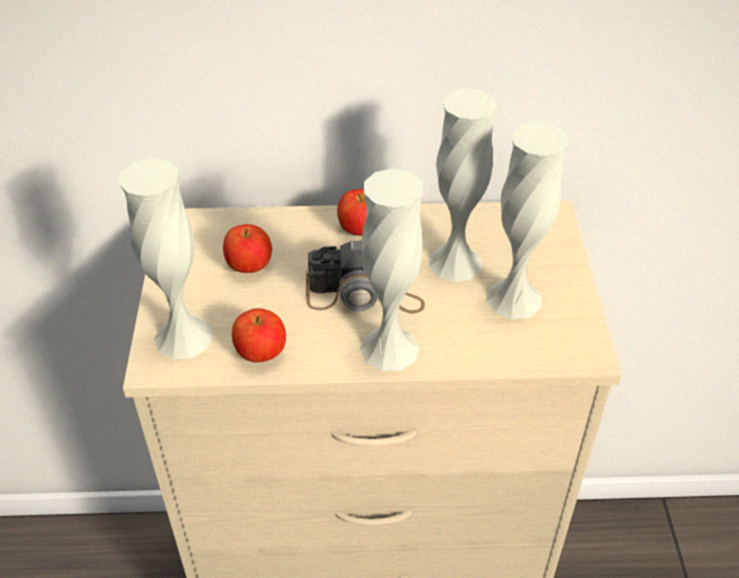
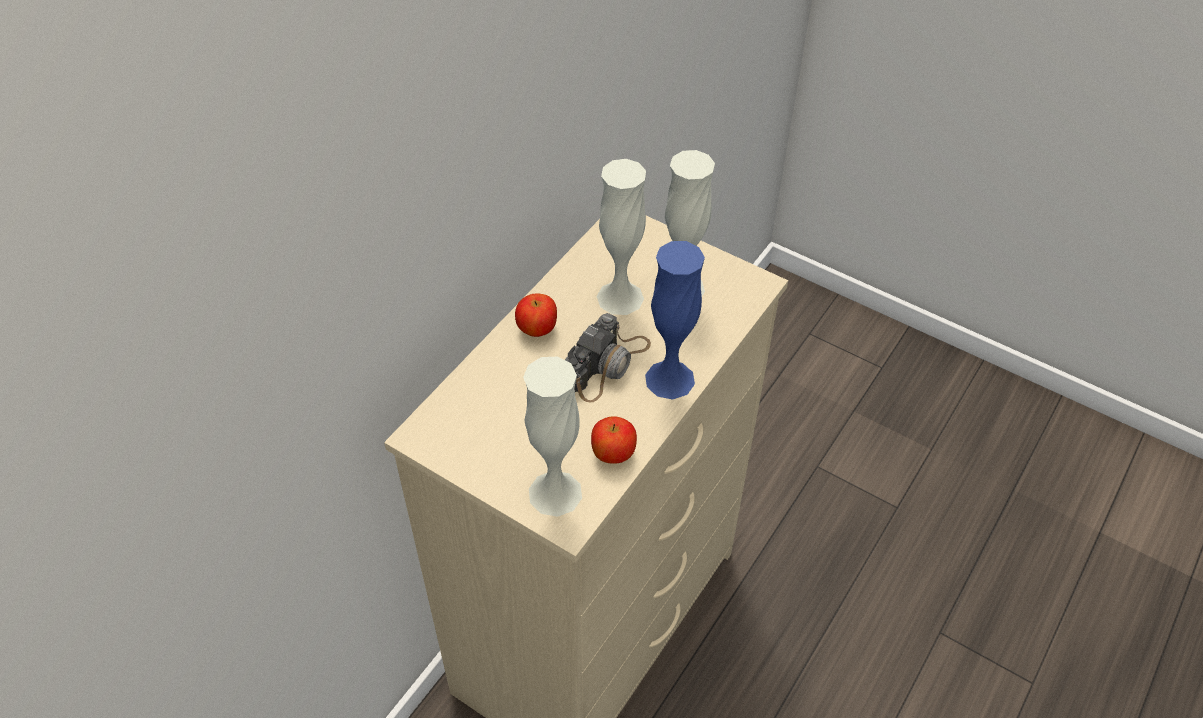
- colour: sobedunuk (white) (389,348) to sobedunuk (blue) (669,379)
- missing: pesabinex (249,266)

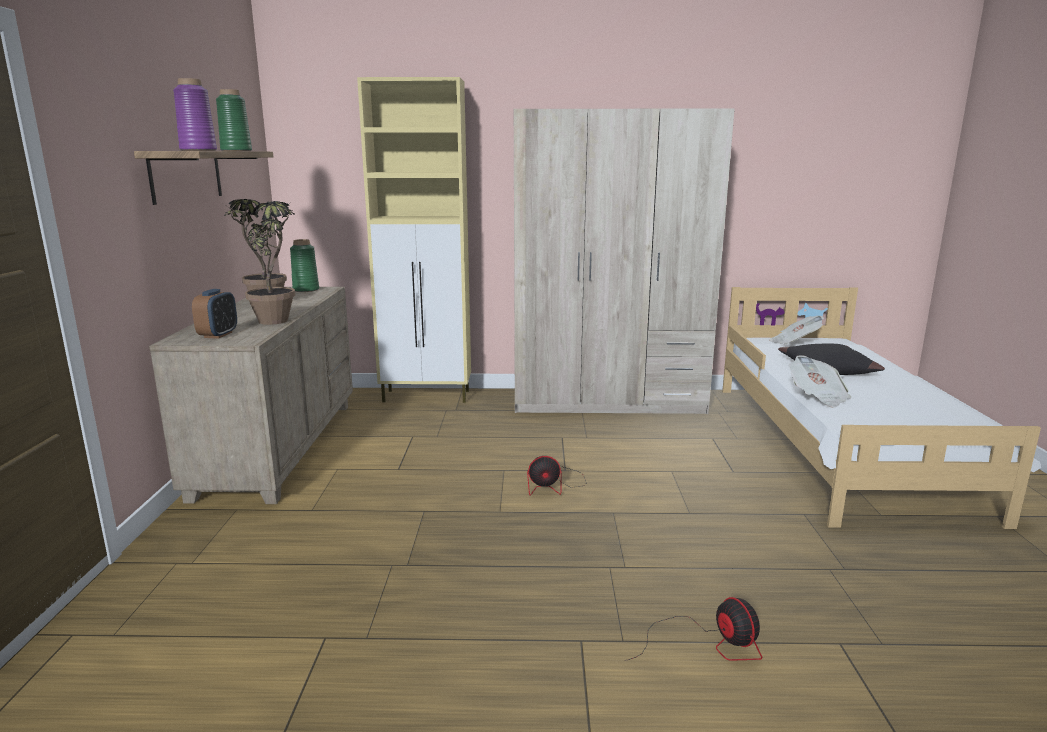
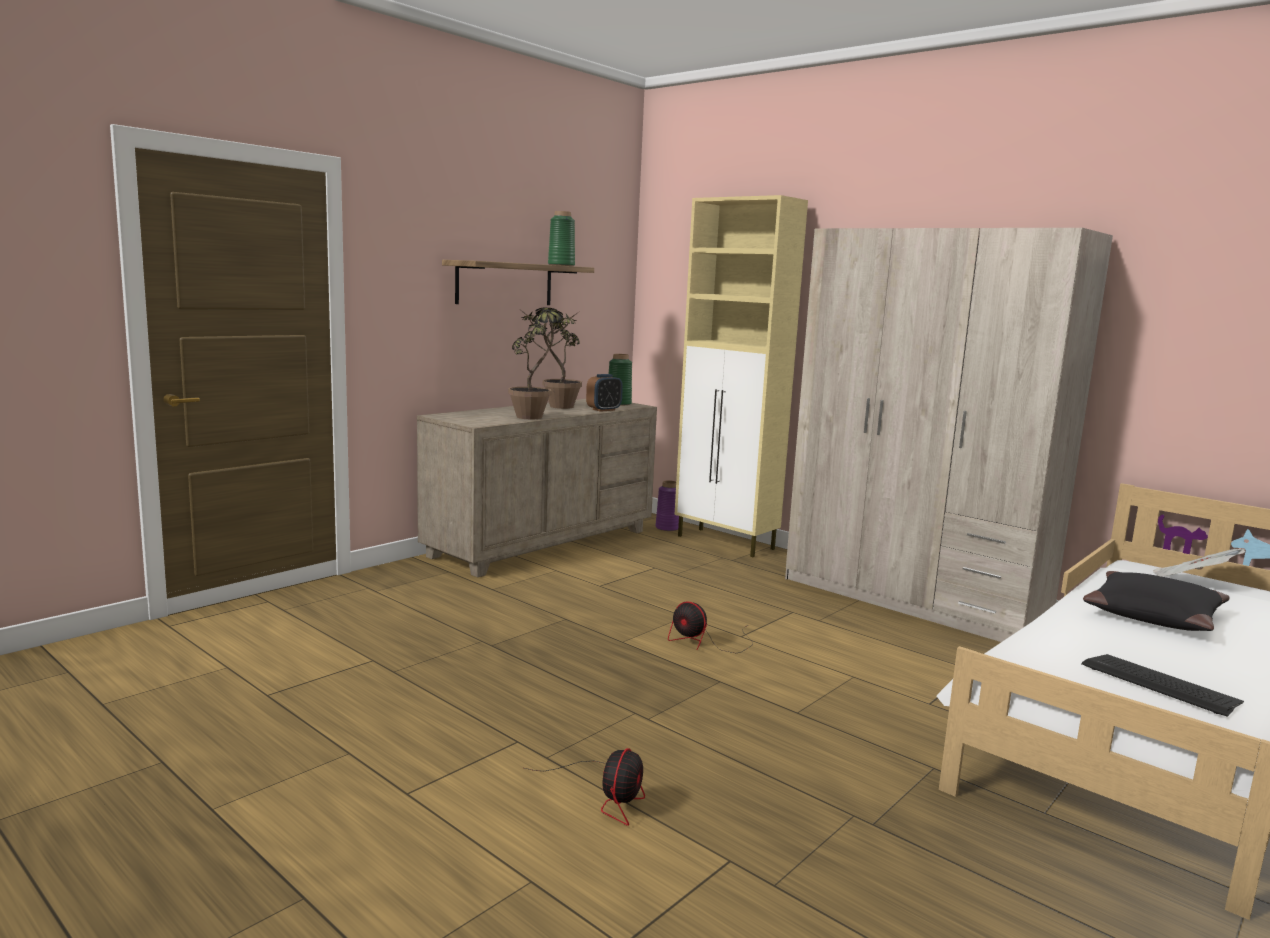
- relocated: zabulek (218,335) to (604,410)
- relocated: sobedunuk (purple) (198,150) to (667,528)
- appeared: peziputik (1160,685)
- missing: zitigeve (817,397)

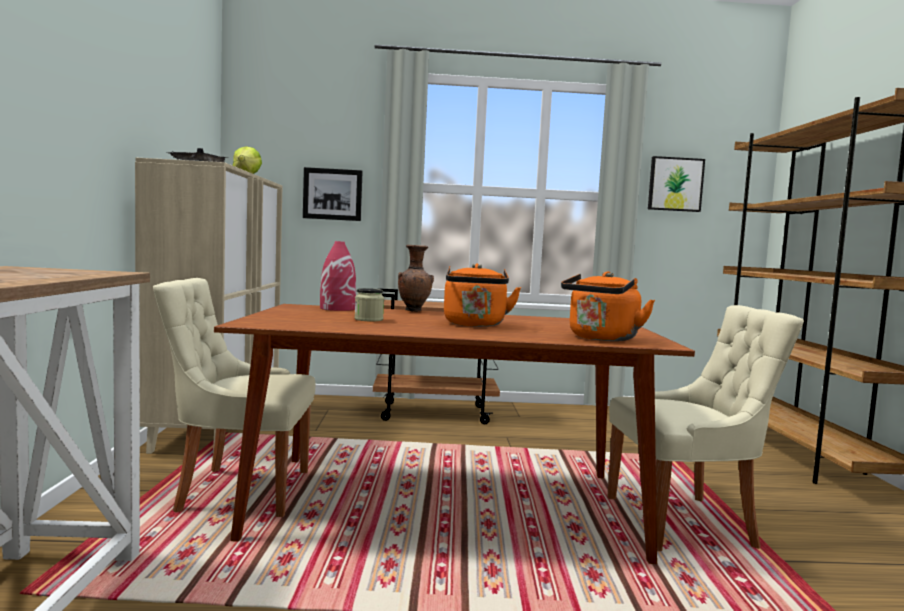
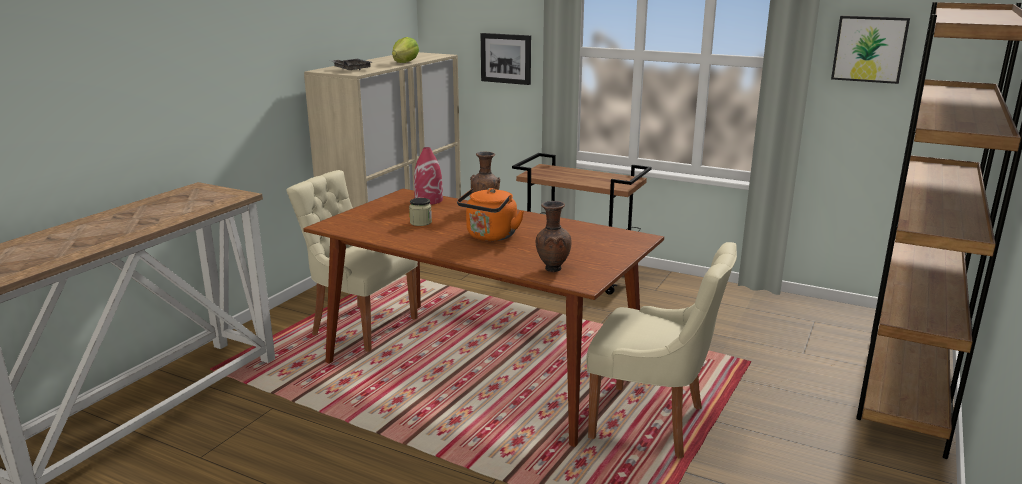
- exchanged: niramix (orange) (601,338) to sobedunuk (brown) (552,269)

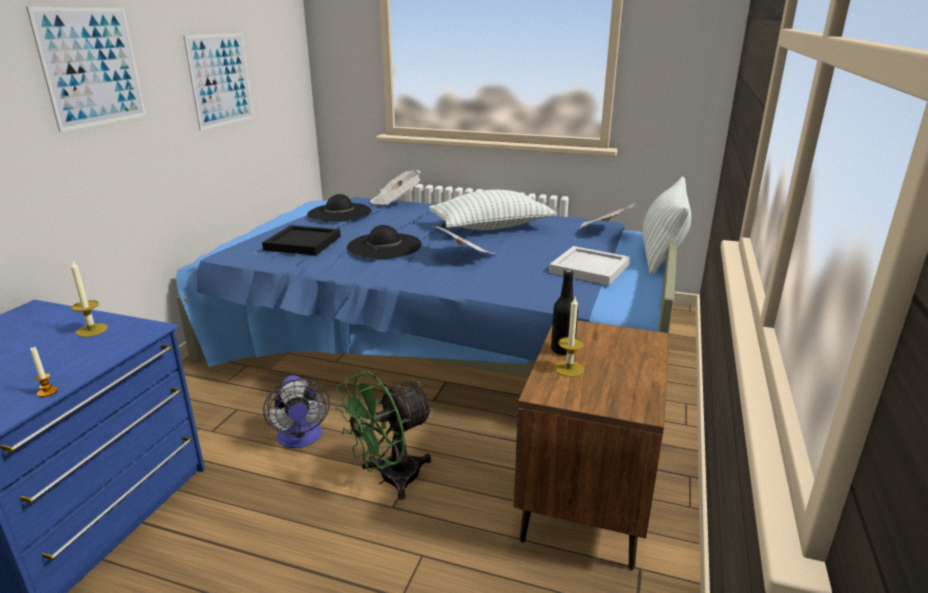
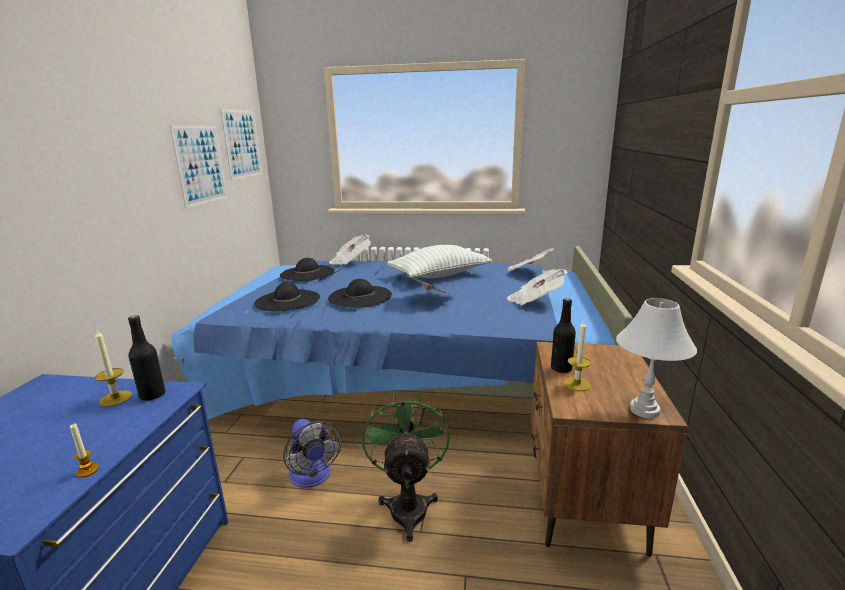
- appeared: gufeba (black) (152,395)
- relocated: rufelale (92,67) to (242,144)
- exchanged: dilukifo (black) (303,243) to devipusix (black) (287,300)
- spun: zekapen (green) (390,479) = (408,504) 135 degrees clockwise
- exchanged: dilukifo (white) (588,268) to zitigeve (535,301)
- appeared: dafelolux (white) (644,410)
- missing: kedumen (662,253)

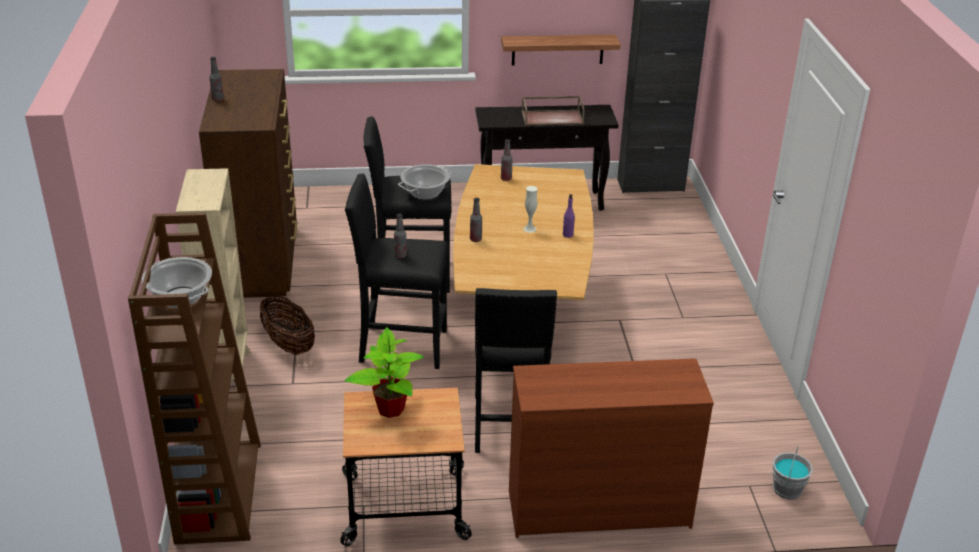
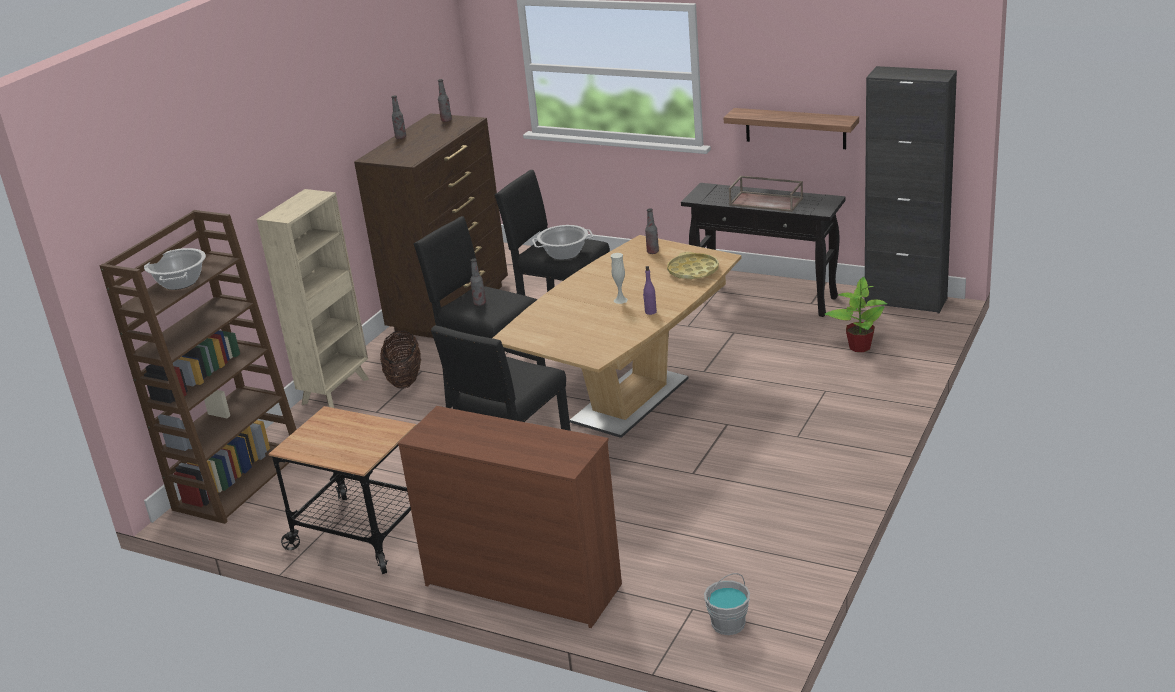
- relocated: gufeba (475,239) to (446,120)
- appeared: dilukifo (yellow) (693,271)
- relocated: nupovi (390,408) to (859,347)

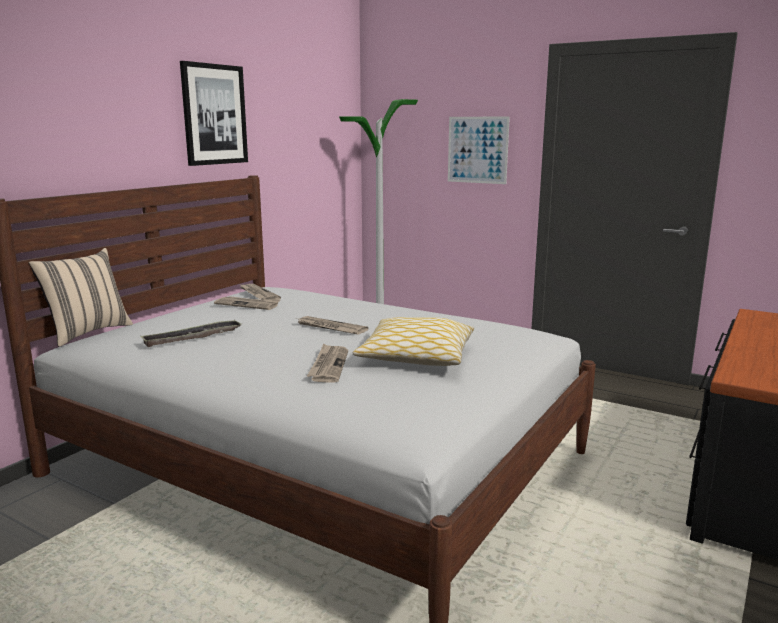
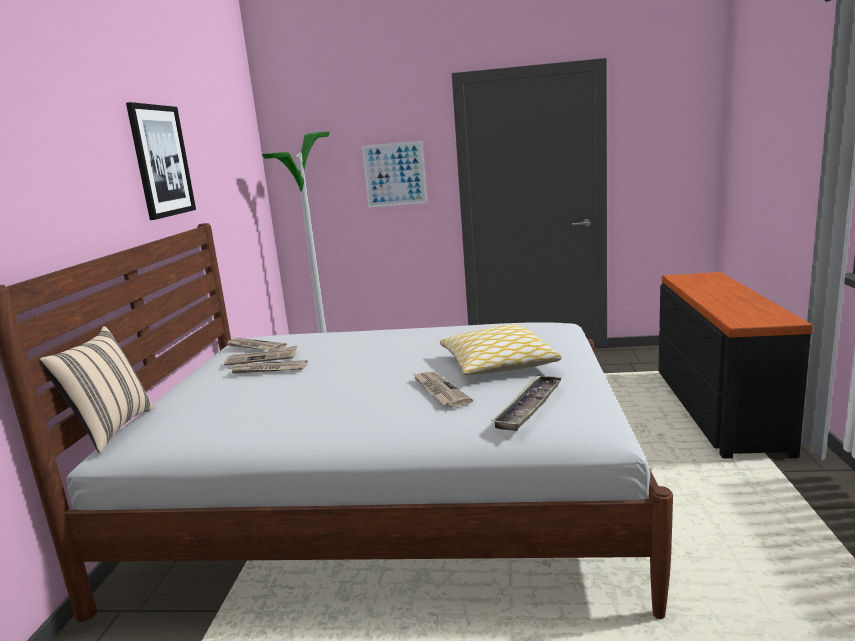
- relocated: zitigeve (330,327) to (268,369)
- relocated: dilukifo (192,338) to (529,407)

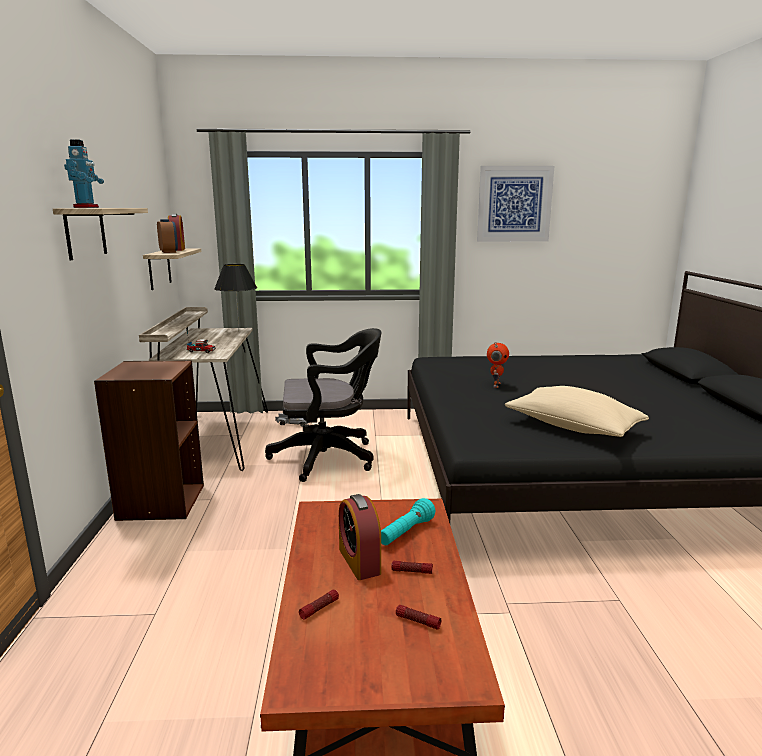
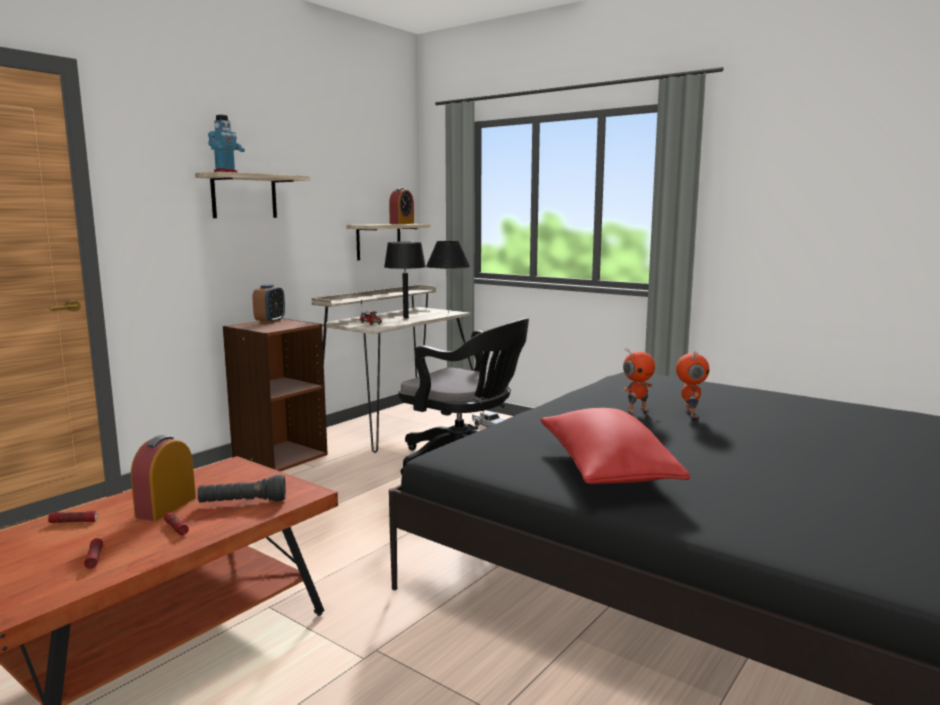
- colour: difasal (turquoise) (406,533) to difasal (black) (243,503)
- relocated: zabulek (169,252) to (270,321)
- appeared: dafelolux (black) (406,318)
- colour: kedumen (beige) (572,428) to kedumen (red) (605,470)
- appeared: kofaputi (689,414)
- missing: rufelale (514,204)

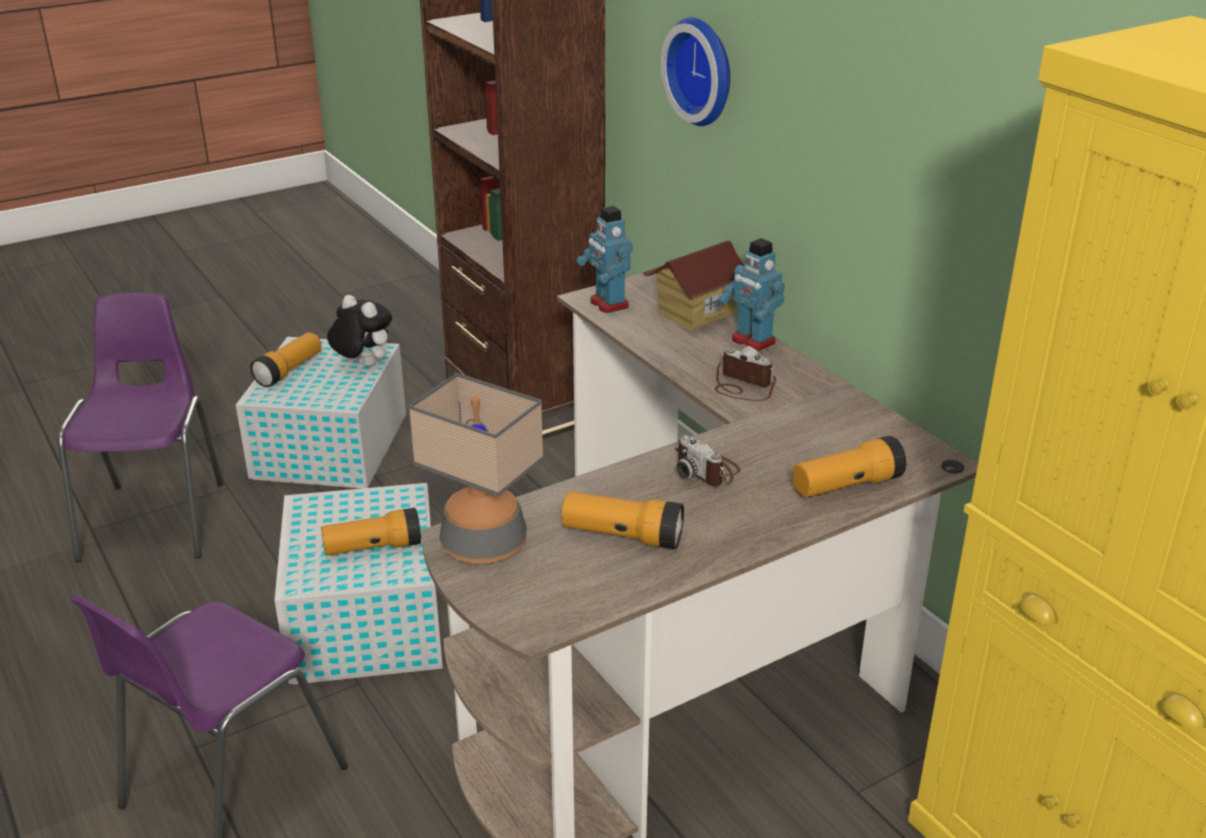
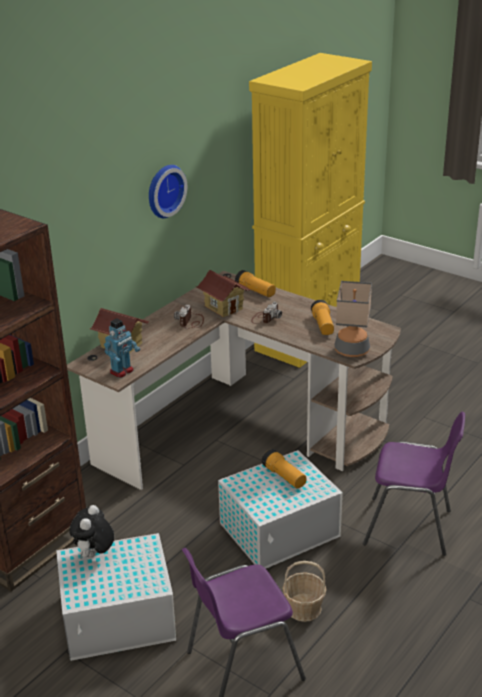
- relocated: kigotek (703,70) to (163,190)
- appeared: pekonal (223,307)
- appeared: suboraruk (303,608)
- missing: difasal (289,371)
- missing: kofaputi (752,341)

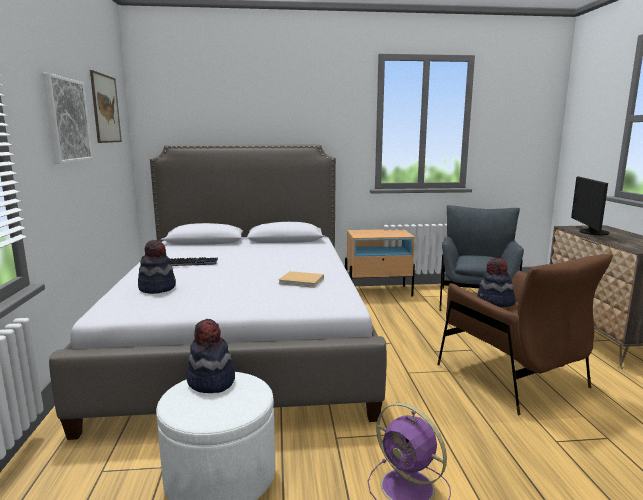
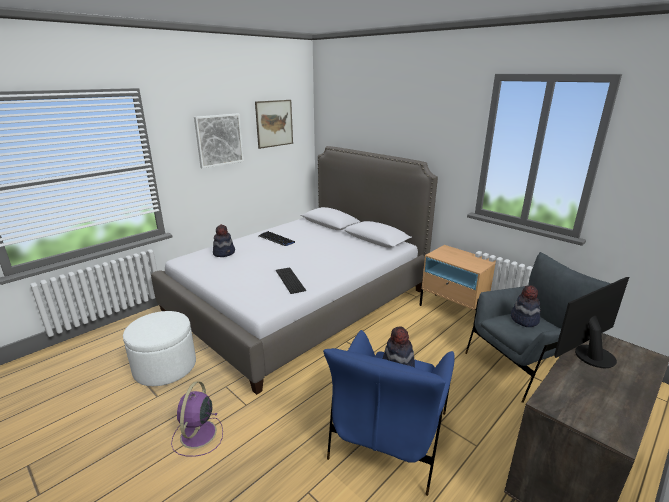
- exchanged: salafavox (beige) (302,281) to peziputik (290,280)
- colour: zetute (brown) (511,377) to zetute (blue) (389,436)
- relocated: devipusix (211,382) to (524,319)

